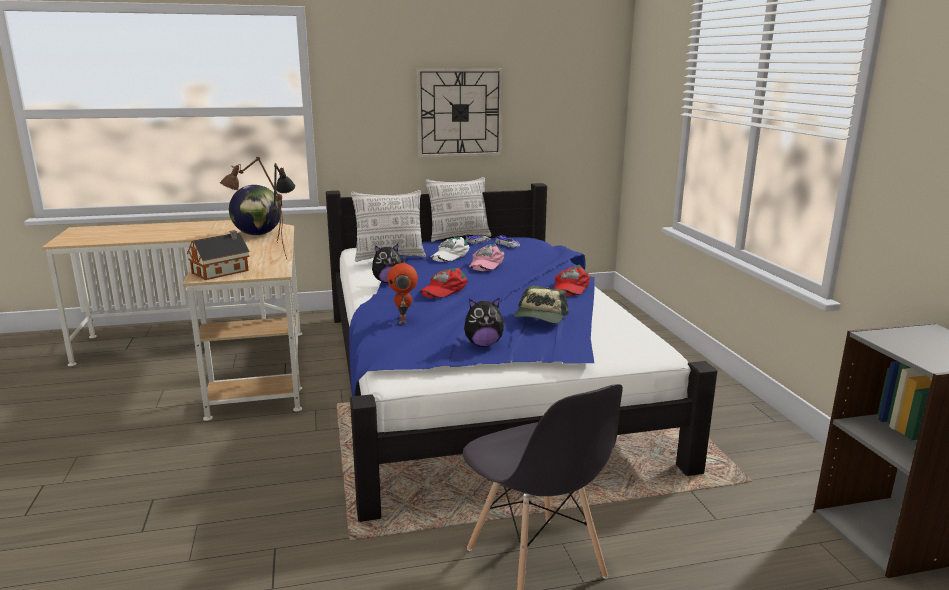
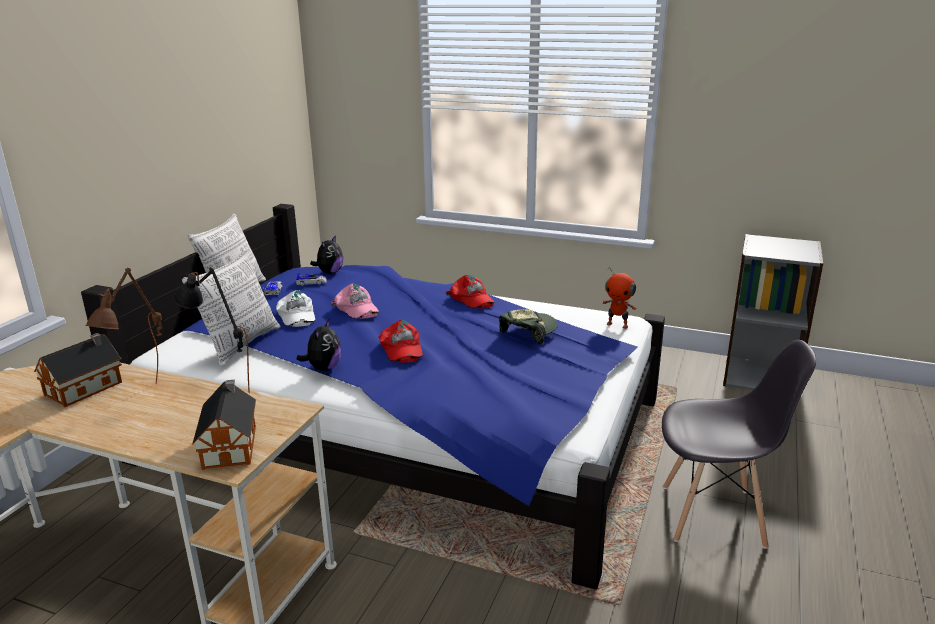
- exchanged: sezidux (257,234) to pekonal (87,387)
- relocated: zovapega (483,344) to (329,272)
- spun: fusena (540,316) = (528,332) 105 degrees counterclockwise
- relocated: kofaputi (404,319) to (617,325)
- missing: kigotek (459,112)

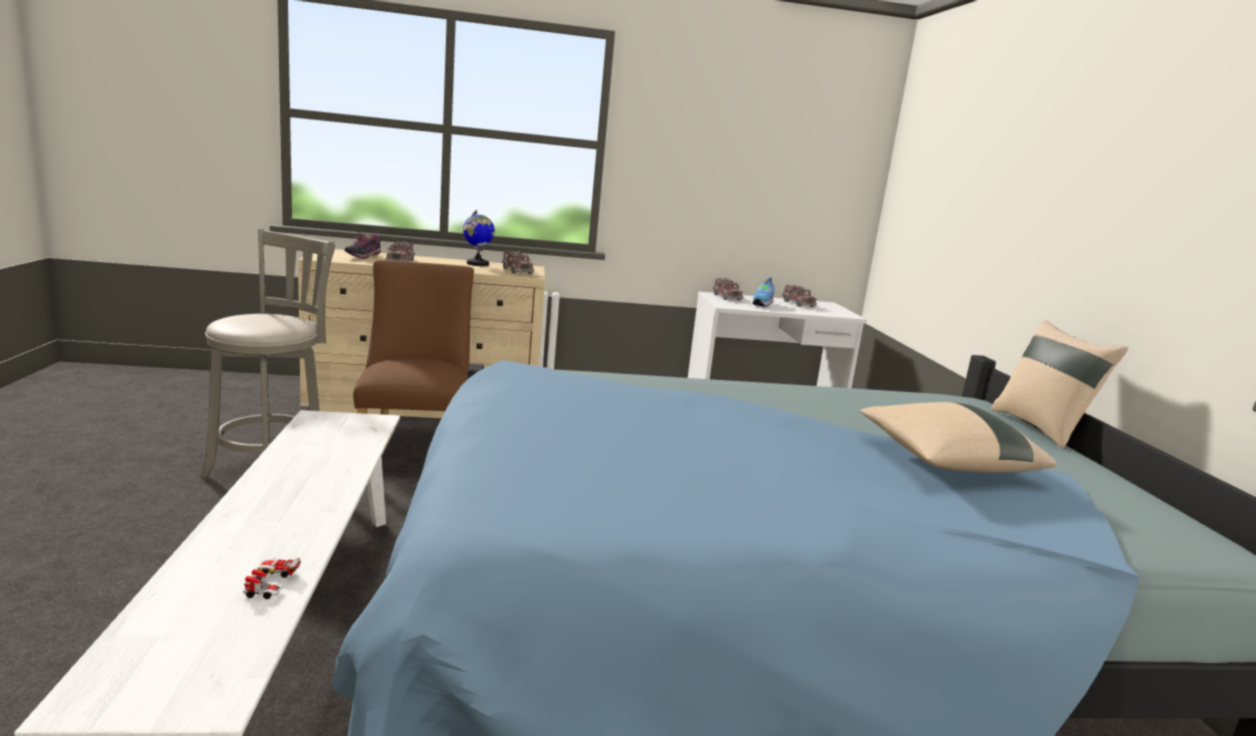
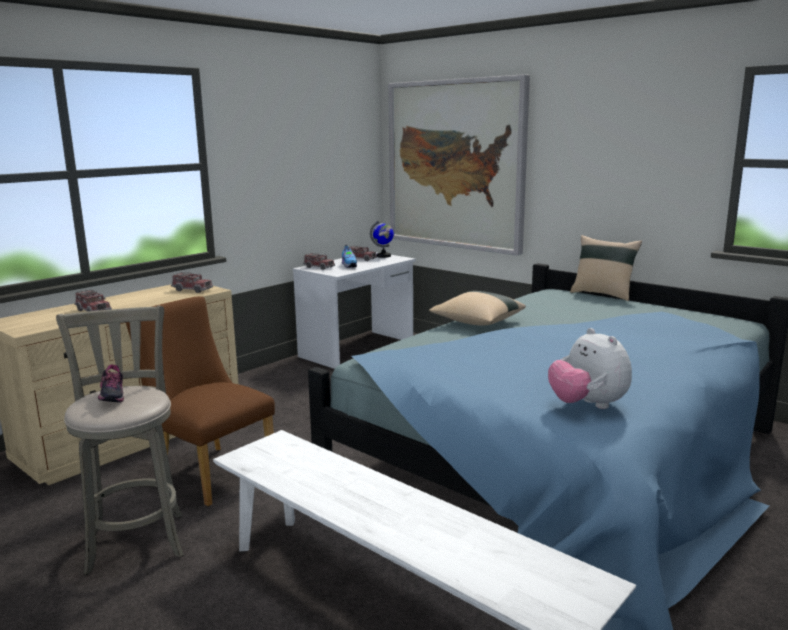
- relocated: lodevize (363,257) to (111,398)
- relocated: sezidux (477,264) to (383,256)
- appeared: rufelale (455,165)
- relocated: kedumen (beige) (945,462) to (477,322)
- appeared: zovapega (587,405)
- missing: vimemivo (270,583)

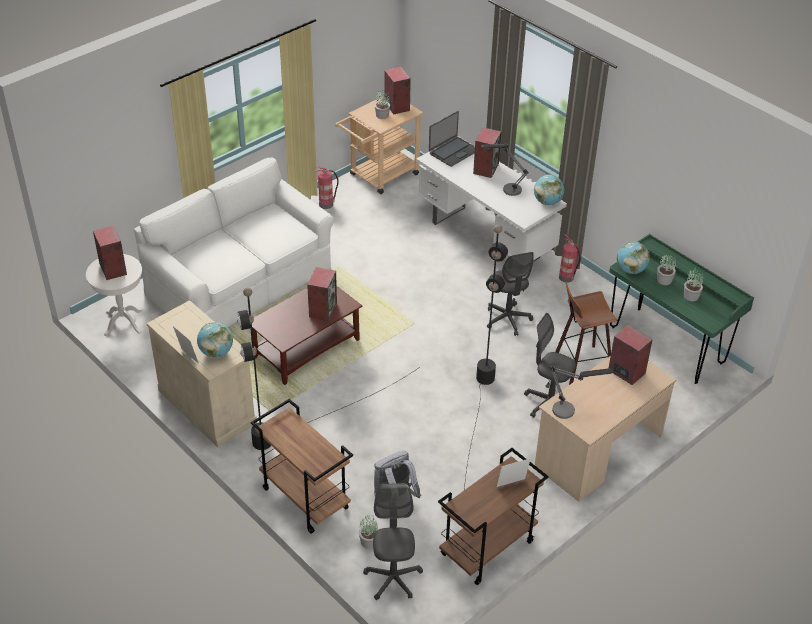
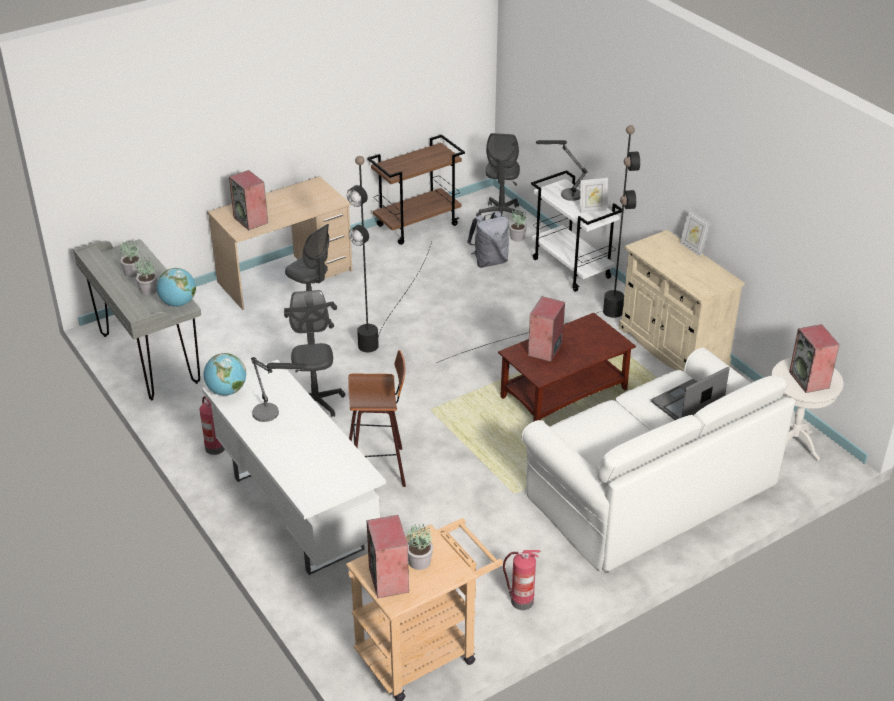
- colour: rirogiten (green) (666,345) to rirogiten (grey) (149,359)
- relocated: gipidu (581,368) to (378,467)
- colour: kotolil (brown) (304,498) to kotolil (white) (572,268)
- relocated: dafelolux (570,410) to (564,194)
- relocated: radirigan (512,485) to (592,210)
- relocated: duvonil (453,152) to (687,403)
- missing: sezidux (216,352)
- missing: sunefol (485,168)

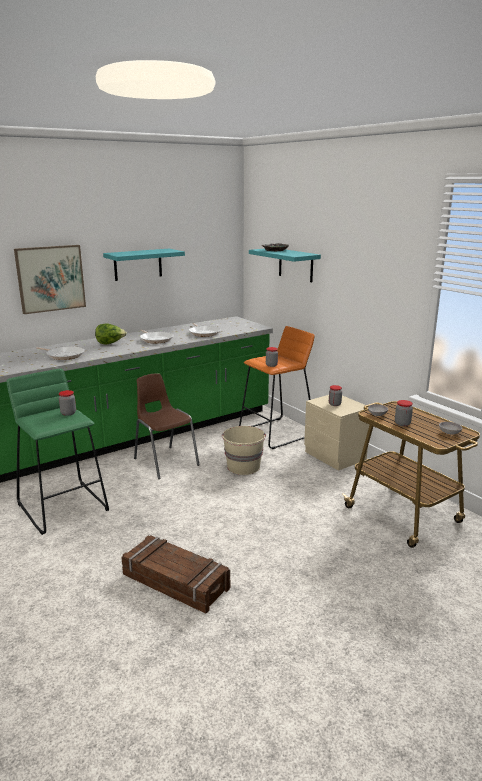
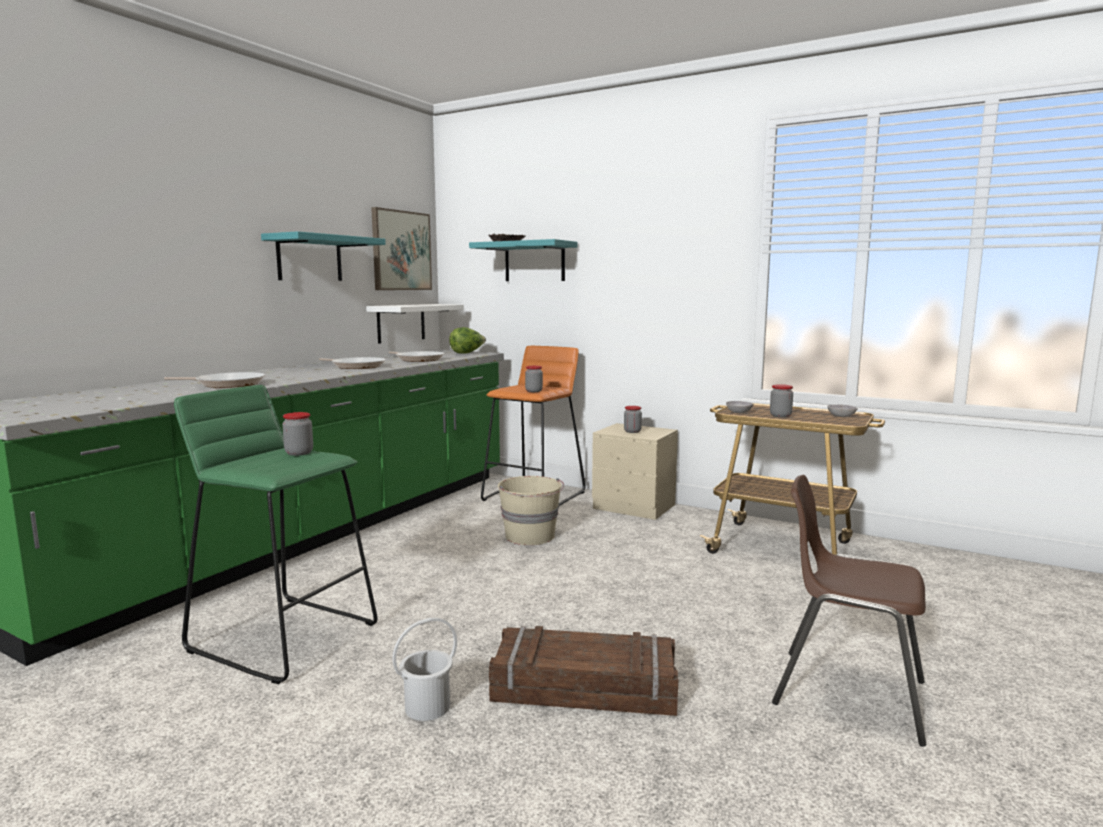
- appeared: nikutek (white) (401,323)
- relocated: rufelale (50,278) to (401,251)
- appeared: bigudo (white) (427,706)
- relocated: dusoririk (110,343) to (467,353)
- relocated: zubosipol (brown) (165,462) to (847,693)

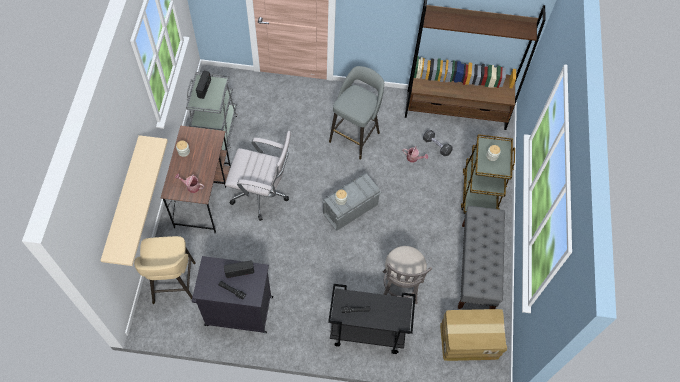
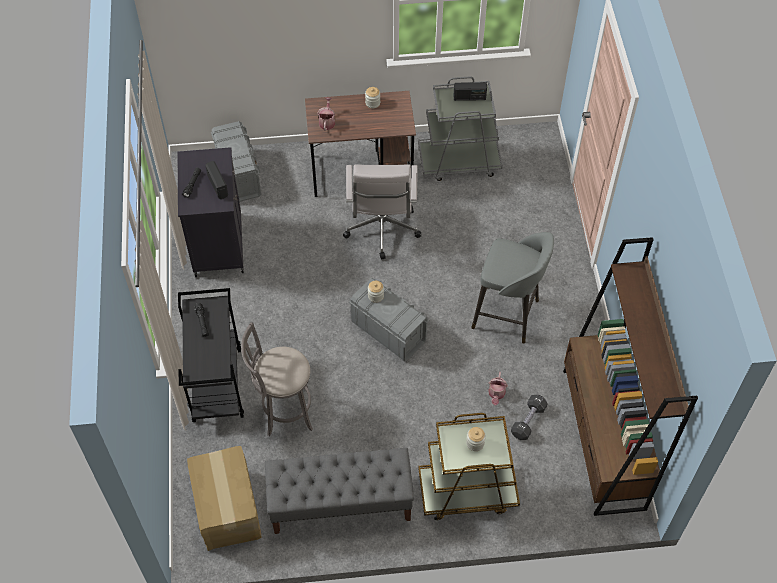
- exchanged: gipidu (beige) (174,284) to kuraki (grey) (238,175)
- missing: nikutek (beige) (123,200)

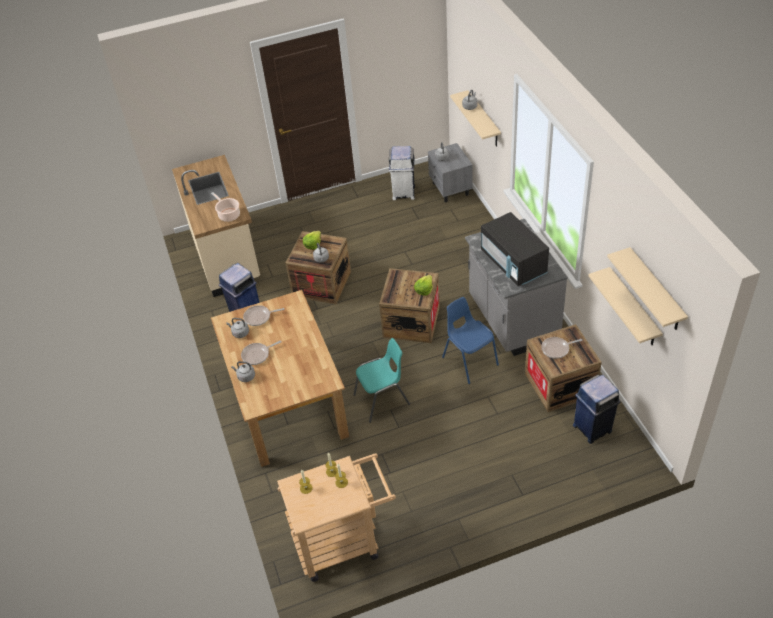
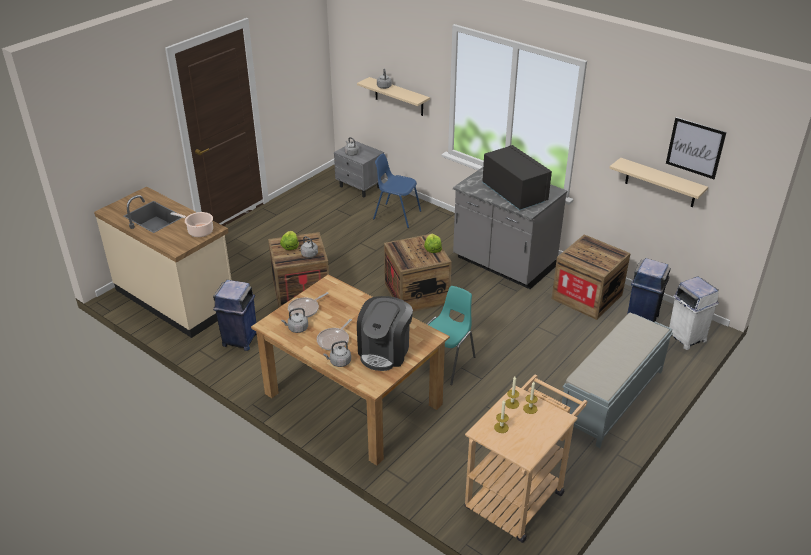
- appeared: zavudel (385,351)
- relocated: zubosipol (blue) (469,361) to (396,215)
- spun: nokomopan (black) (513,263) = (514,193) 150 degrees counterclockwise
- appeared: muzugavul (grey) (611,399)
- exchanged: nikutek (beige) (656,291) to rufelale (695,148)
- relocated: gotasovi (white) (403,192) to (686,337)
- missing: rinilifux (557,349)

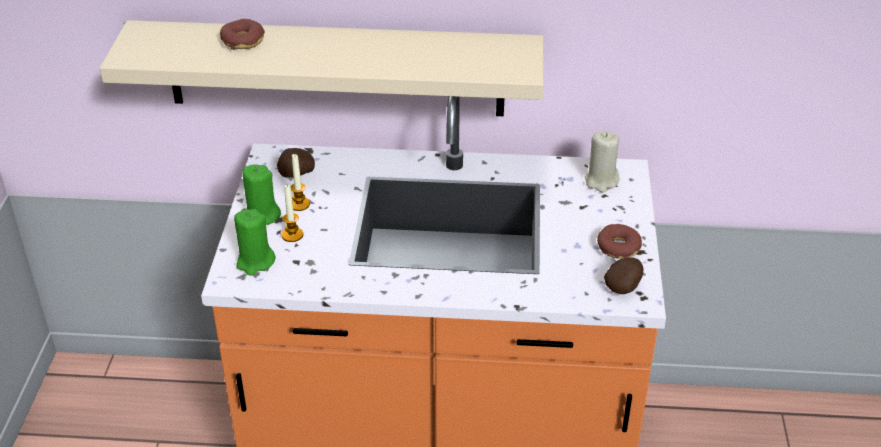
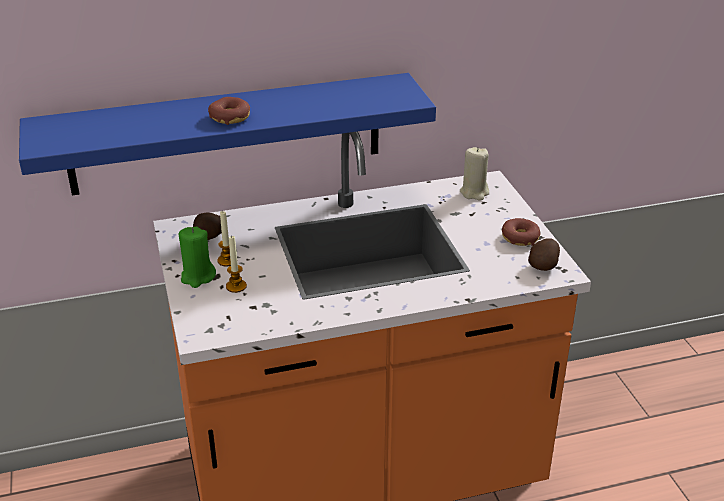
- colour: nikutek (beige) (335,68) to nikutek (blue) (226,134)
- relocated: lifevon (243,41) to (230,117)
- missing: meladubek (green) (255,262)

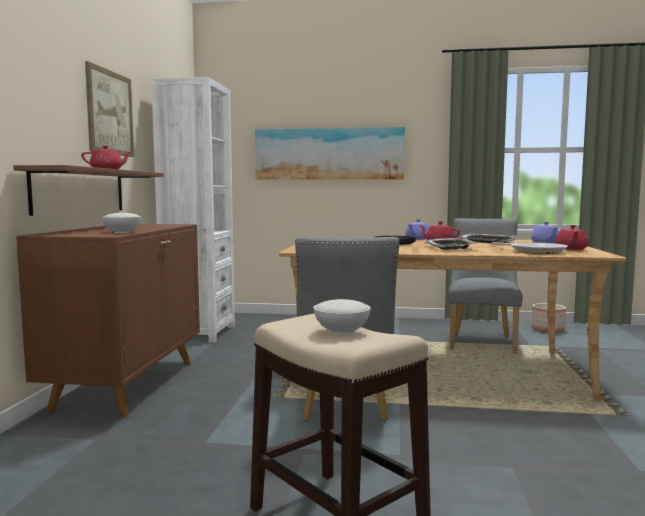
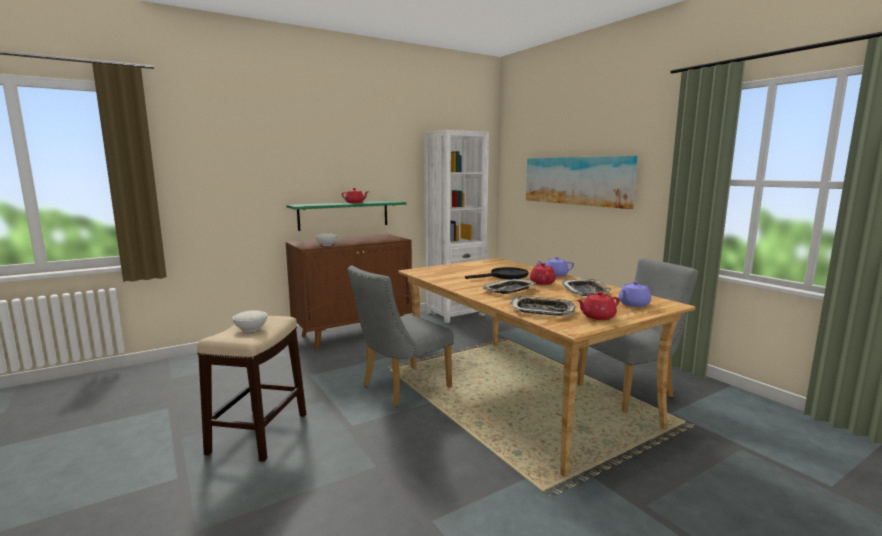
- colour: nikutek (brown) (80,191) to nikutek (green) (344,215)
- exchanged: rinilifux (535,251) to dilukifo (542,310)
- missing: rufelale (110,113)
- missing: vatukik (547,329)

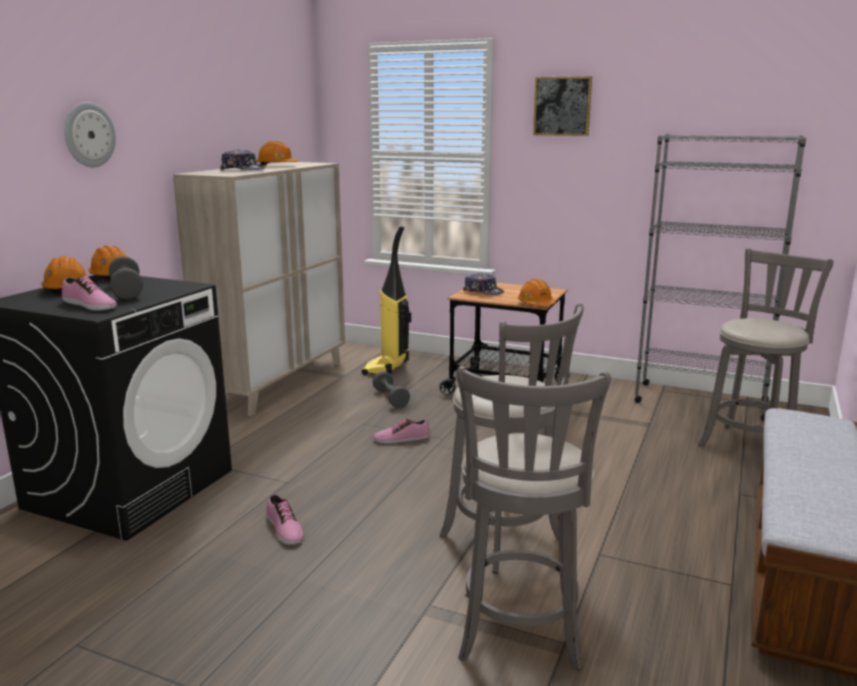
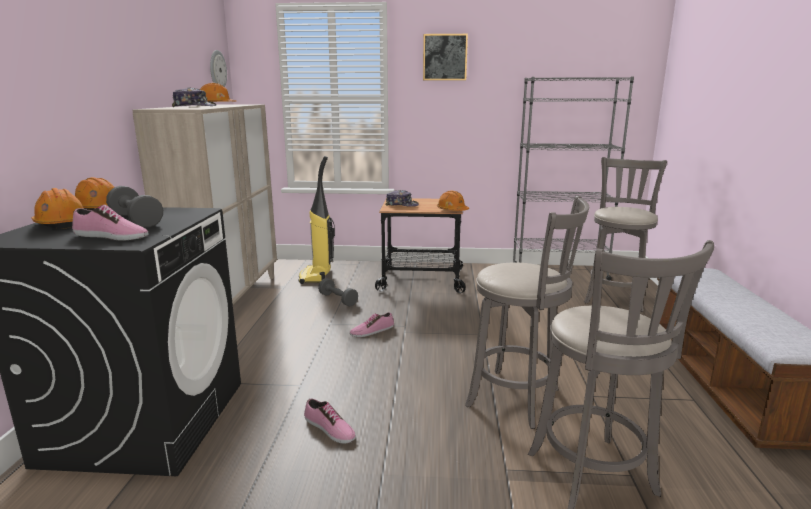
- relocated: kigotek (89,135) to (217,70)

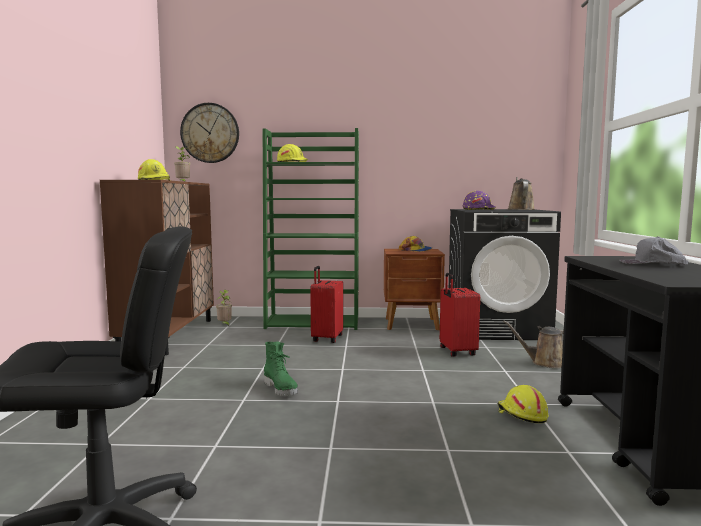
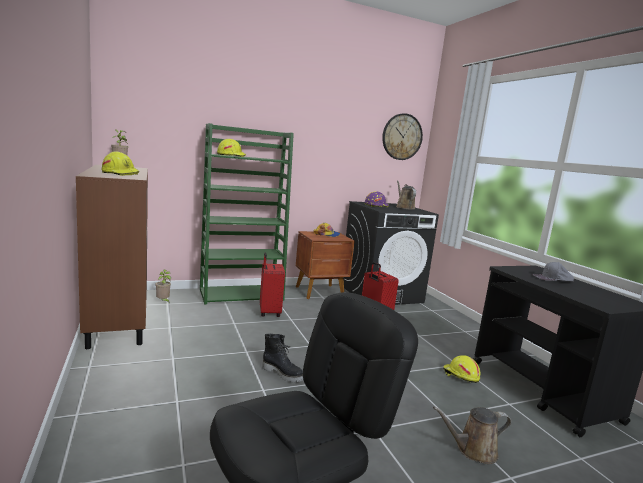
- colour: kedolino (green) (281,389) to kedolino (black) (283,373)
- relocated: kigotek (210,133) to (402,137)
- relocated: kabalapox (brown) (544,363) to (473,450)

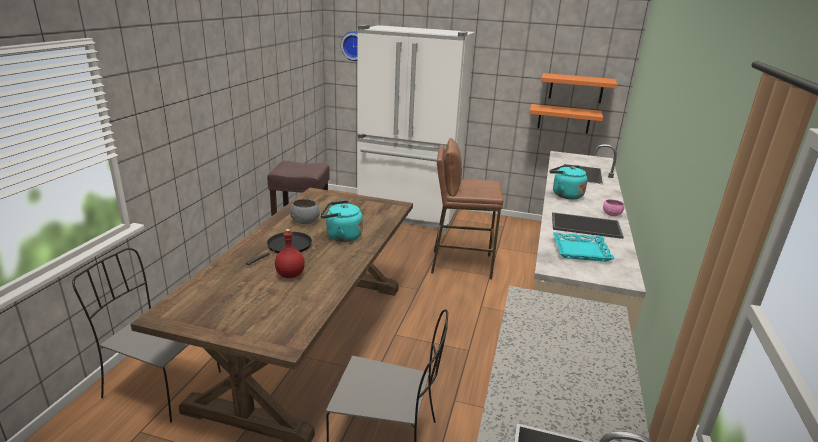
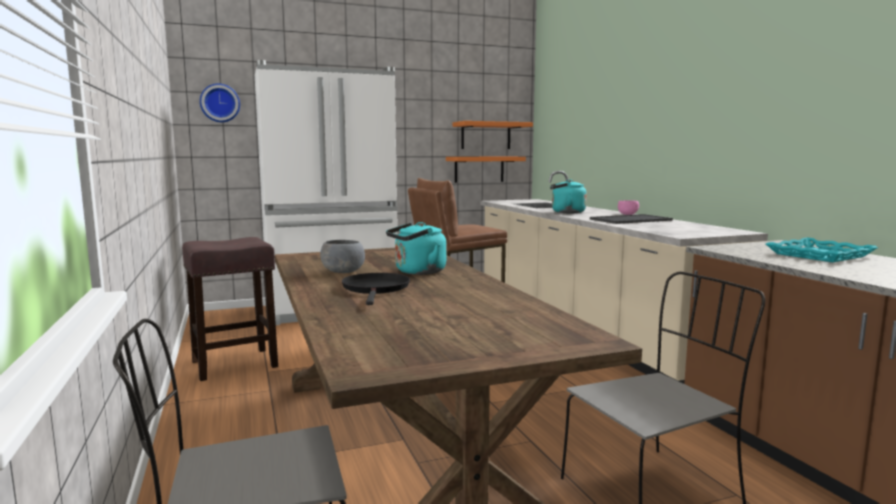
- relocated: dilukifo (turquoise) (581,250) to (818,255)
- missing: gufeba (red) (290,275)

